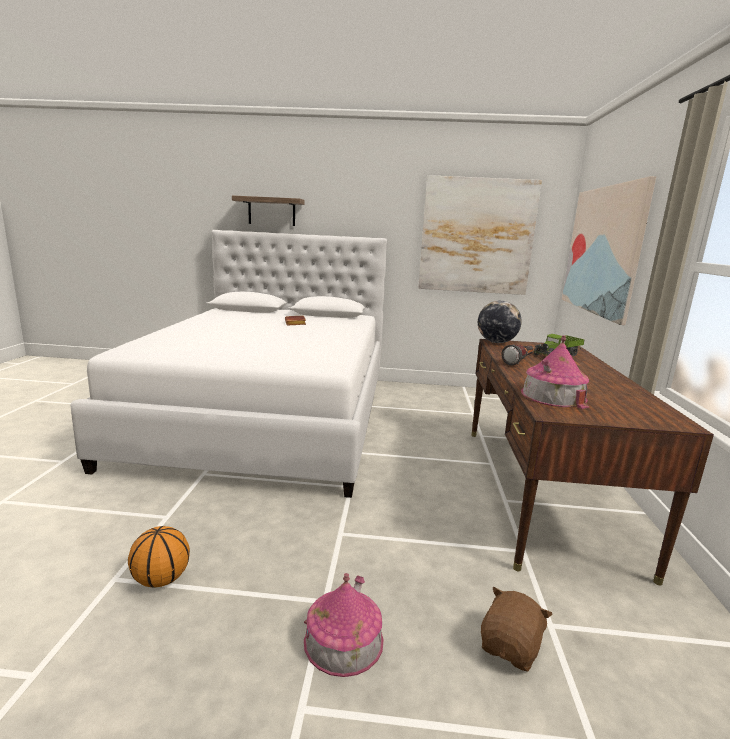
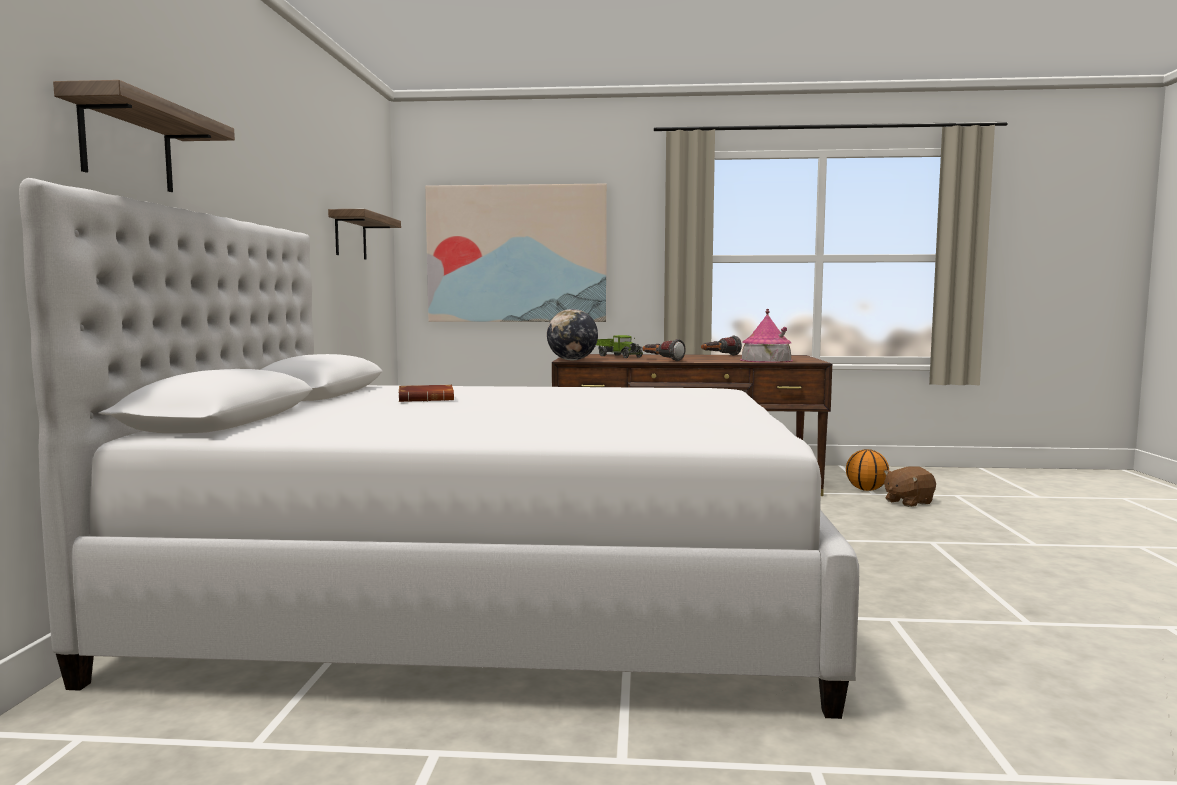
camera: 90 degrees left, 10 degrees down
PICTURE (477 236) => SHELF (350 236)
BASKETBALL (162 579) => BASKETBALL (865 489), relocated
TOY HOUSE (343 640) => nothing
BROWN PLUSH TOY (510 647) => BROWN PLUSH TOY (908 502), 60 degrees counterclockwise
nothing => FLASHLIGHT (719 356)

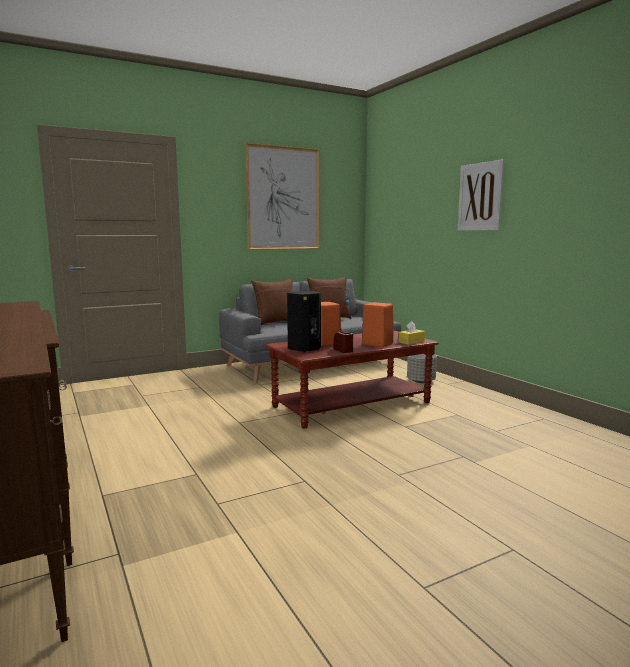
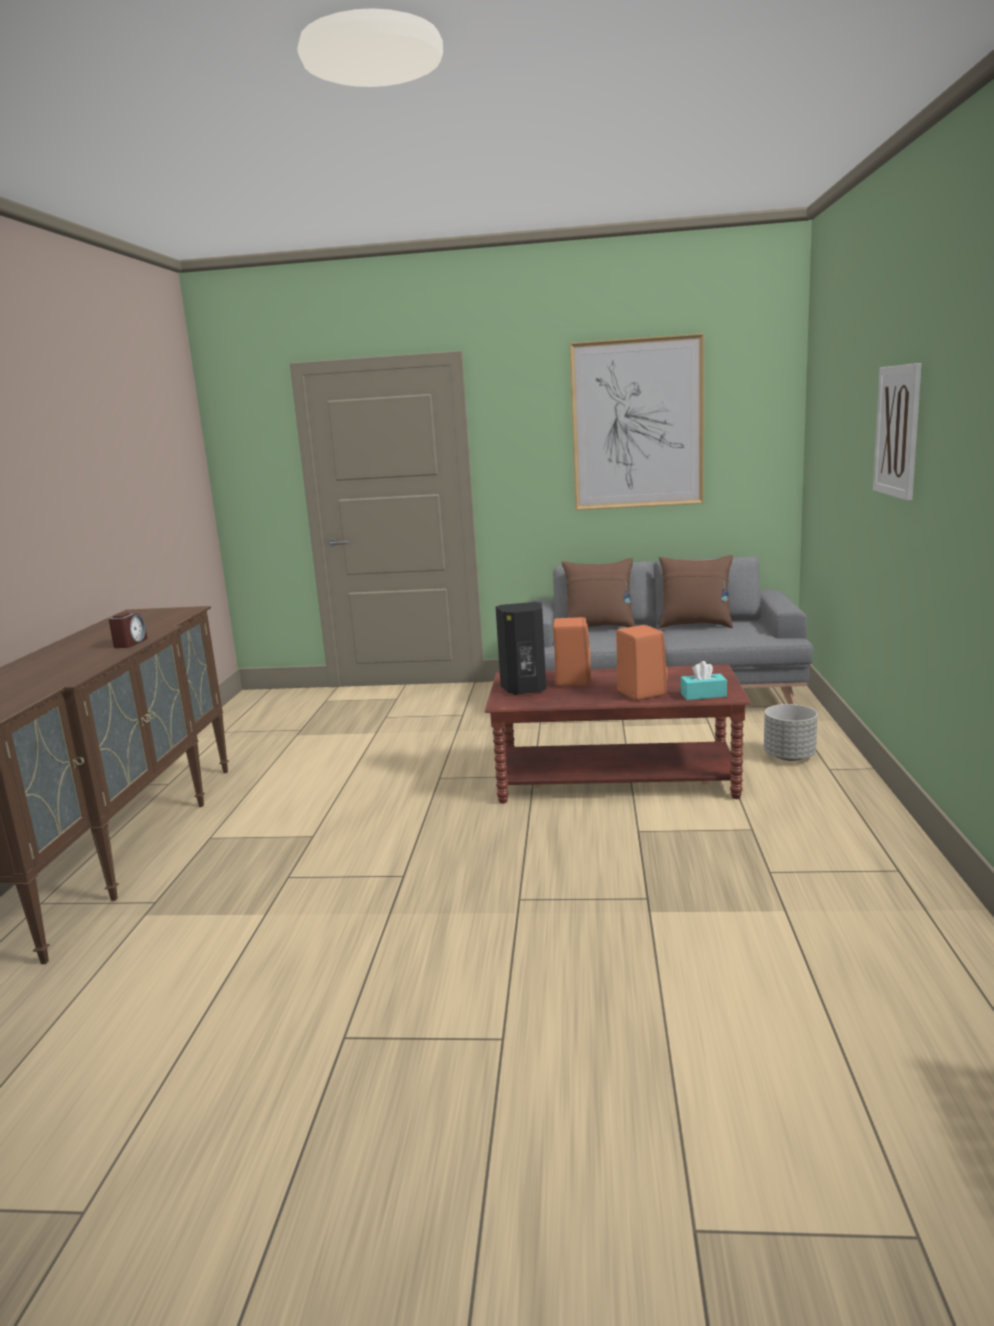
camera: 35 degrees right, 5 degrees up
YELLOW TISSUE BOX (411 342) => TURQUOISE TISSUE BOX (703 695)
ALARM CLOCK (343 350) => ALARM CLOCK (130 643), relocated

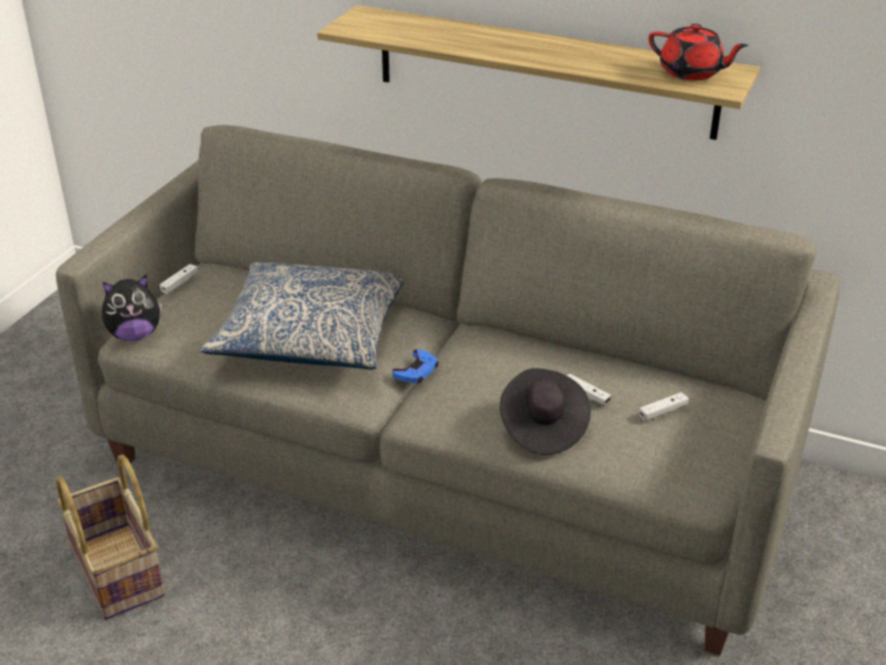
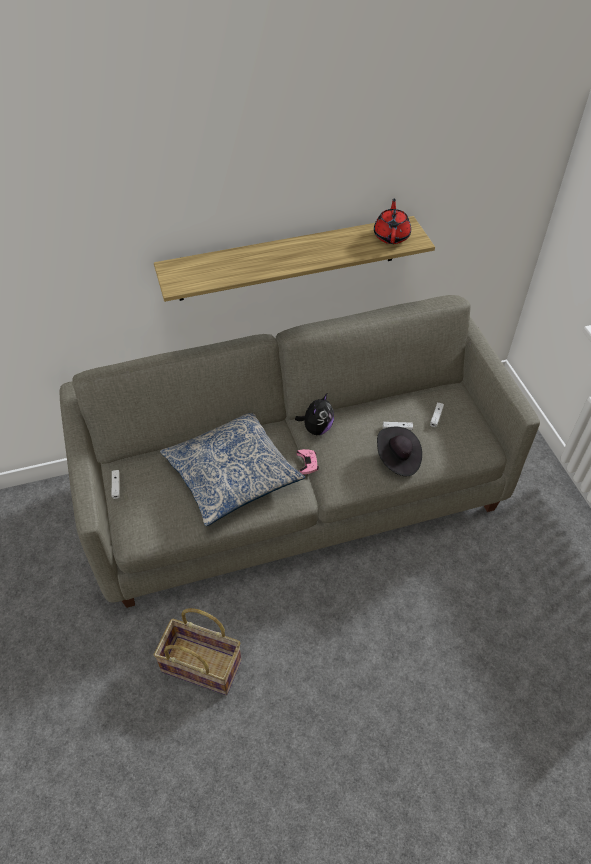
camera: 40 degrees left, 15 degrees up
RED TEAPOT (691 73) => RED TEAPOT (391 236), 75 degrees counterclockwise
PLUSH TOY (135 335) => PLUSH TOY (316 428), relocated
BLUE GAME CONTROLLER (416 371) => PINK GAME CONTROLLER (307 463)

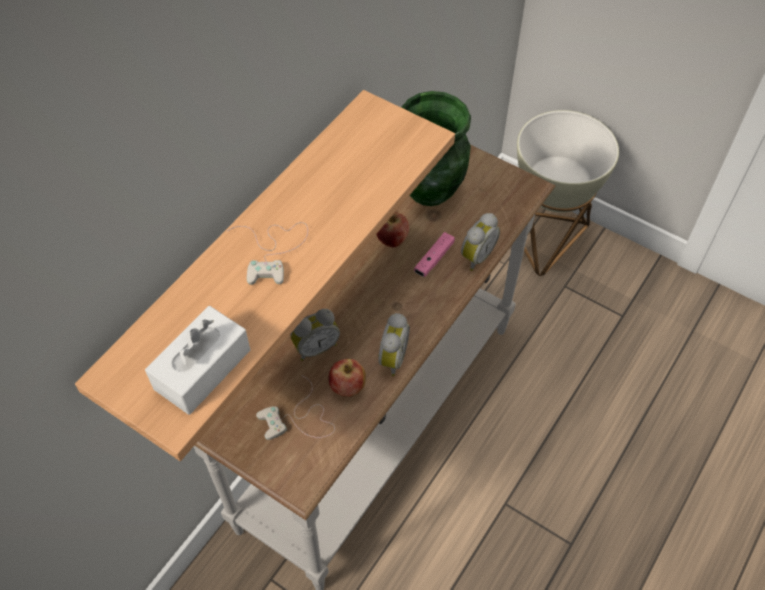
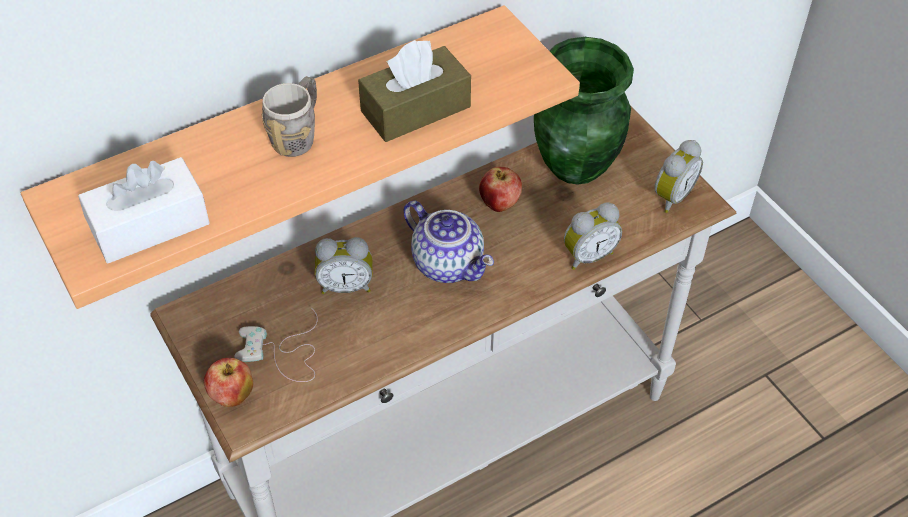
camera: 25 degrees right, 5 degrees down
PLANTER (546 236) => nothing
WHITE GAME CONTROLLER (273 250) => GREY MUG (298 135)
PINK GAME CONTROLLER (434 259) => nothing
ALARM CLOCK (390 358) => ALARM CLOCK (670 196), relocated
APPLE (347 387) => APPLE (232 396), relocated
nothing => BROWN TISSUE BOX (415 109)
nothing => TEAPOT (449 263)

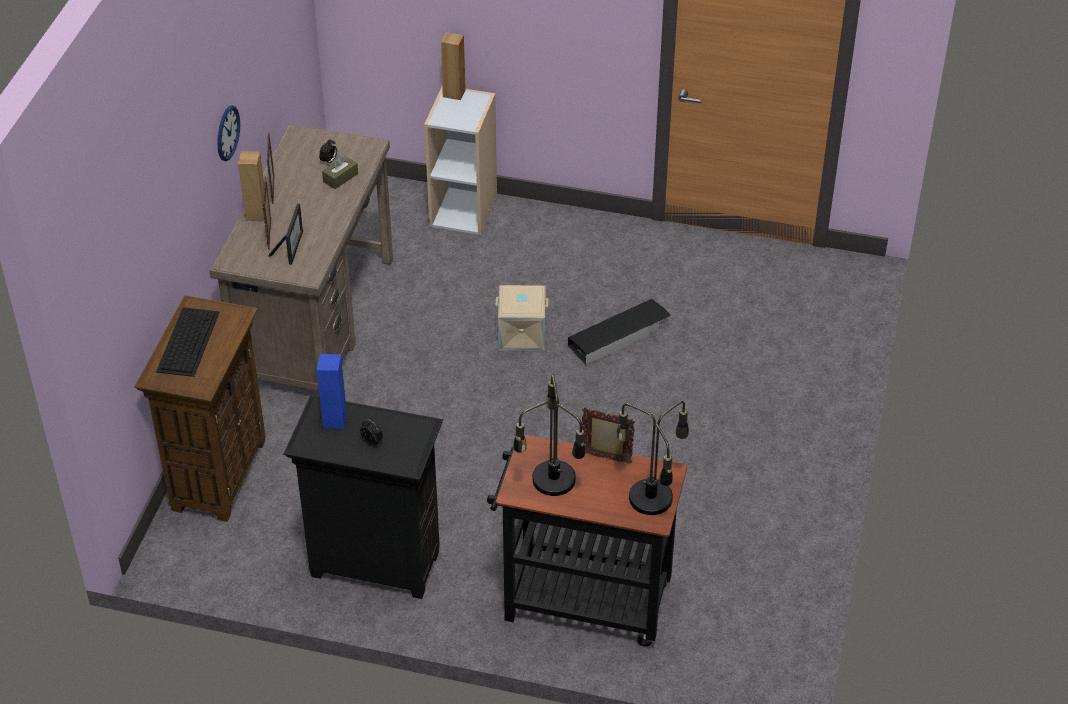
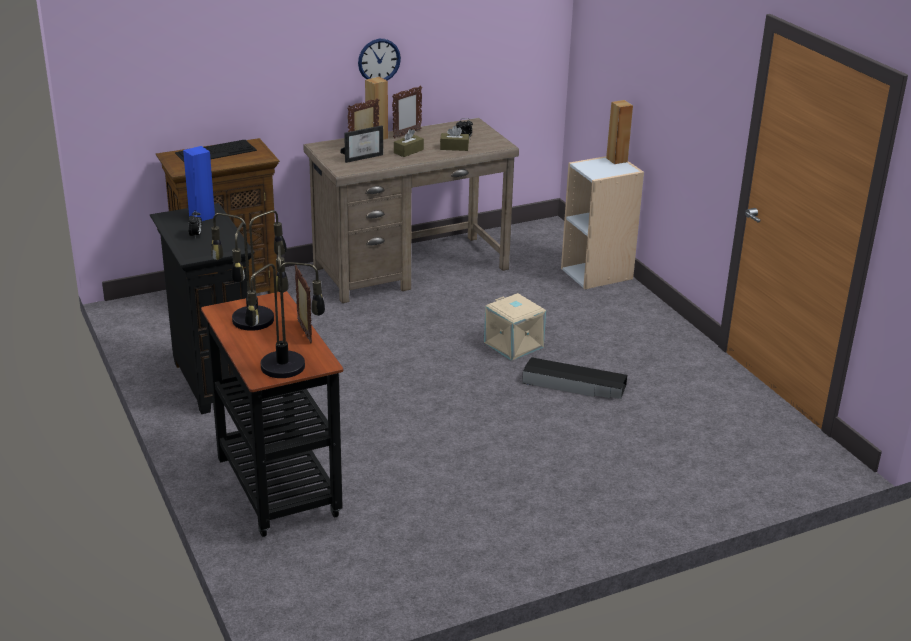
camera: 50 degrees right, 15 degrees down
nothing => BROWN TISSUE BOX (408 151)

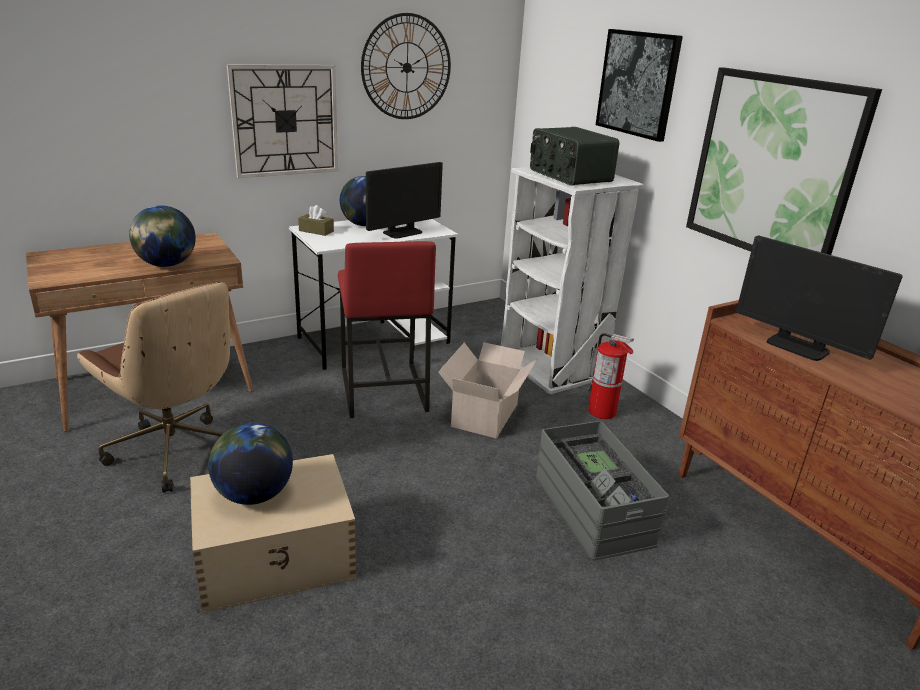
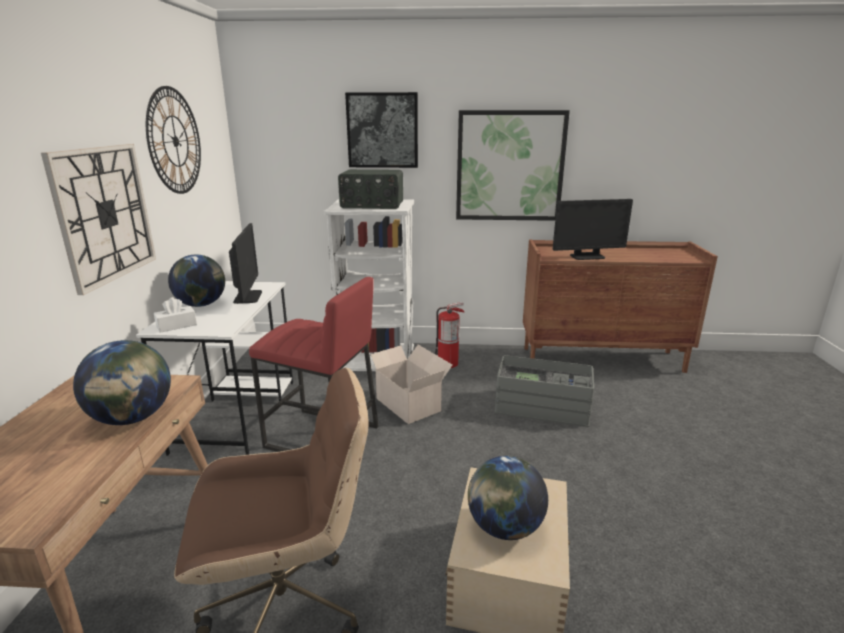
camera: 55 degrees left, 5 degrees down
BROWN TISSUE BOX (316 231) => WHITE TISSUE BOX (176 325)

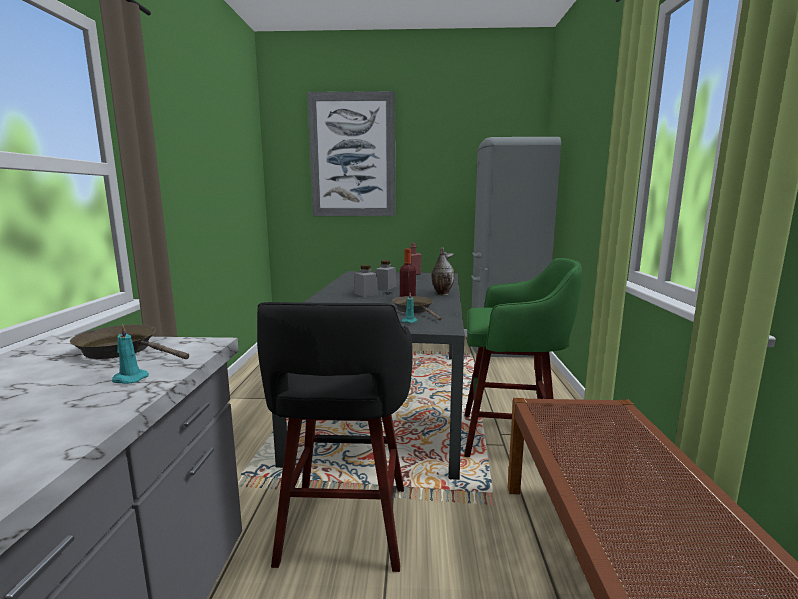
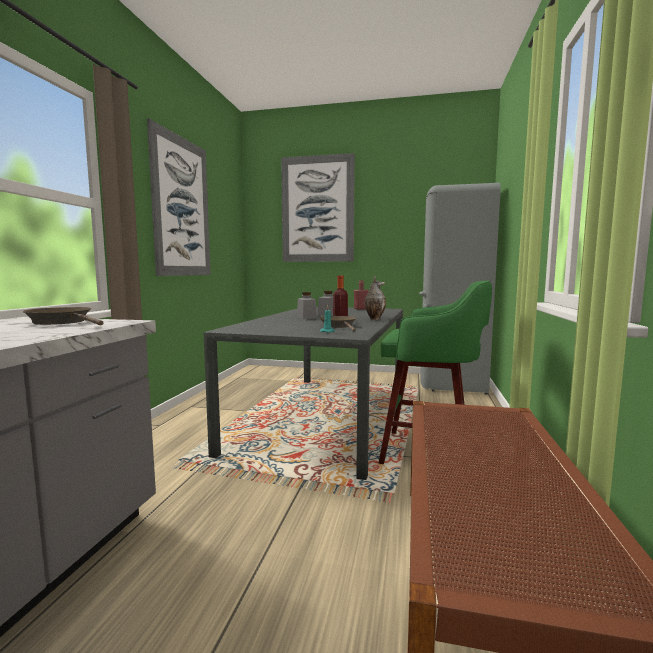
camera: 10 degrees right, 5 degrees down
BLACK STOOL (344 527) => nothing
TURQUOISE CANDLE (129 379) => nothing
nothing => PICTURE (181 207)

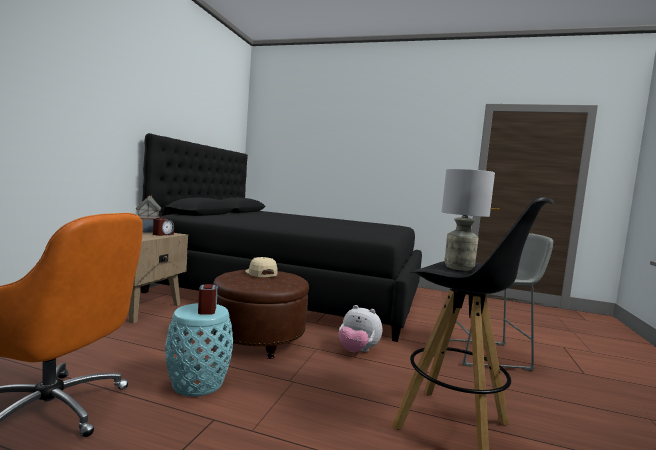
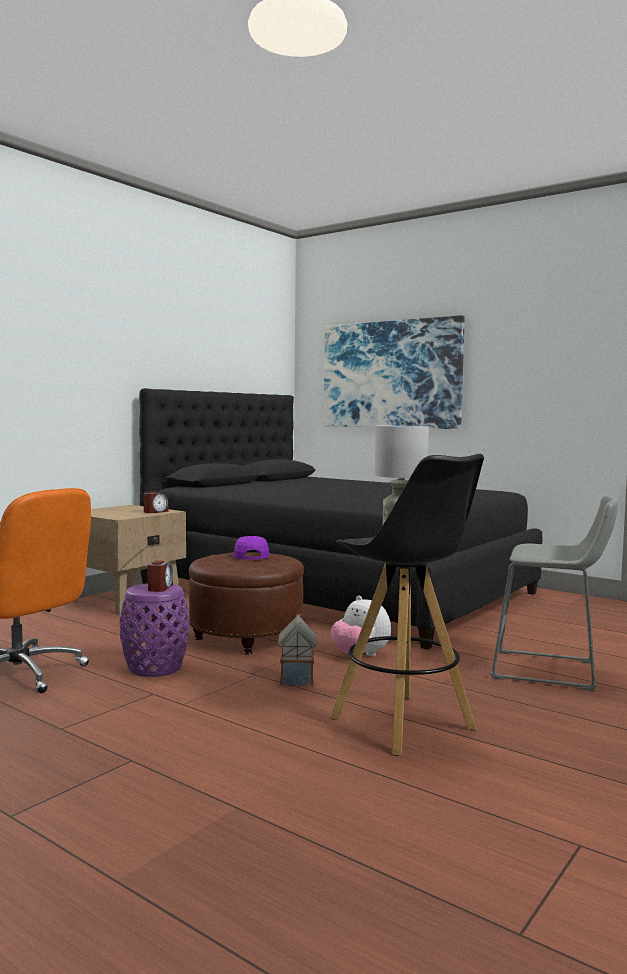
camera: 20 degrees right, 0 degrees up
TOY HOUSE (148 231) => TOY HOUSE (297 680), relocated
BEIGE CAP (261 273) => PURPLE CAP (250 555)
TURQUOISE STOOL (197 383) => PURPLE STOOL (155 668)
nothing => PICTURE (390 374)

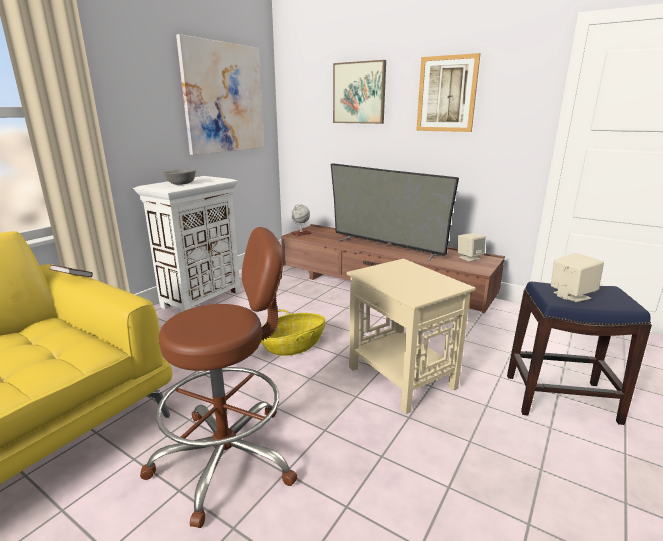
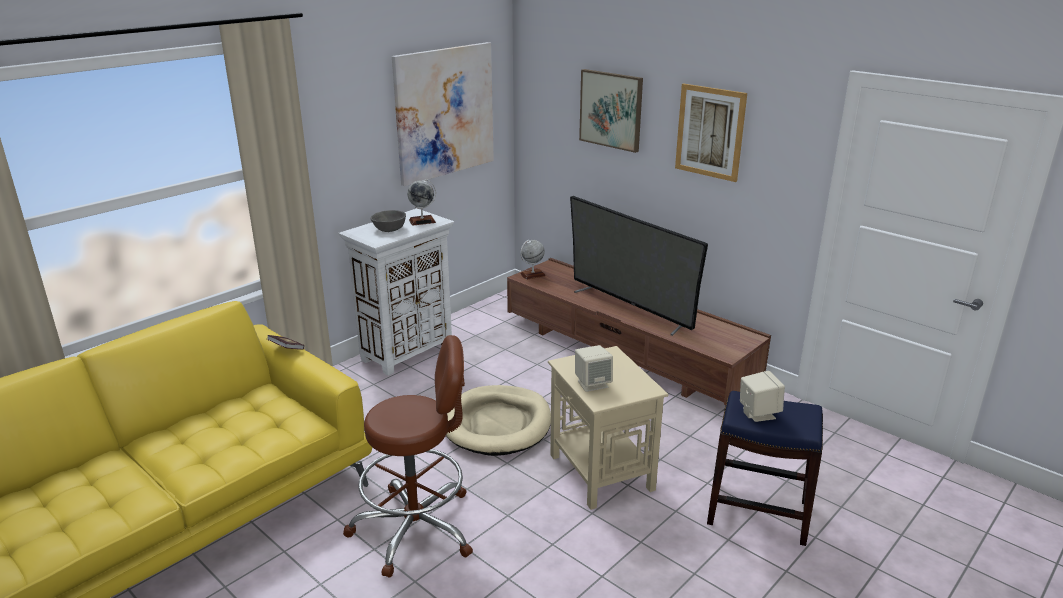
camera: 10 degrees right, 5 degrees up
BEIGE SPEAKER (469 258) => BEIGE SPEAKER (592 384), relocated
BASKET (293 346) => BEIGE DOG BED (498 424)
nothing => GLOBE (422 221)

